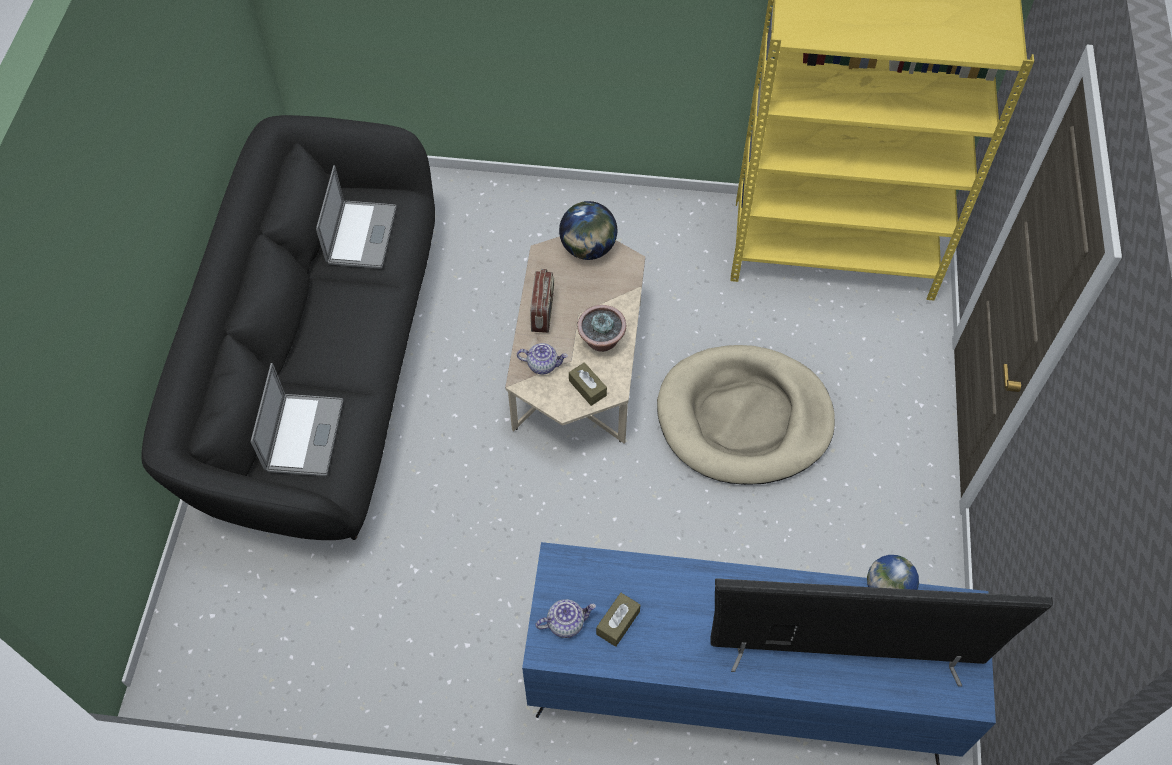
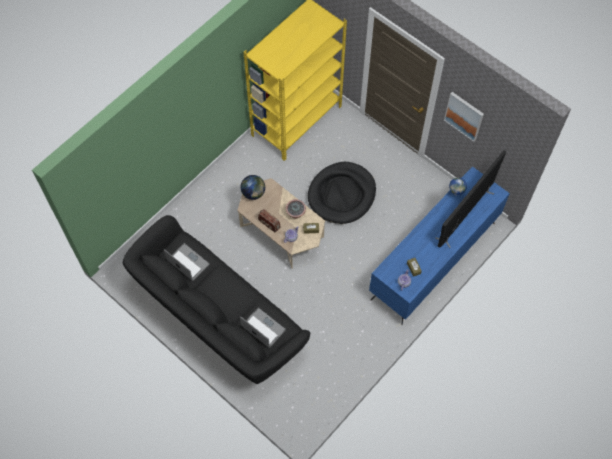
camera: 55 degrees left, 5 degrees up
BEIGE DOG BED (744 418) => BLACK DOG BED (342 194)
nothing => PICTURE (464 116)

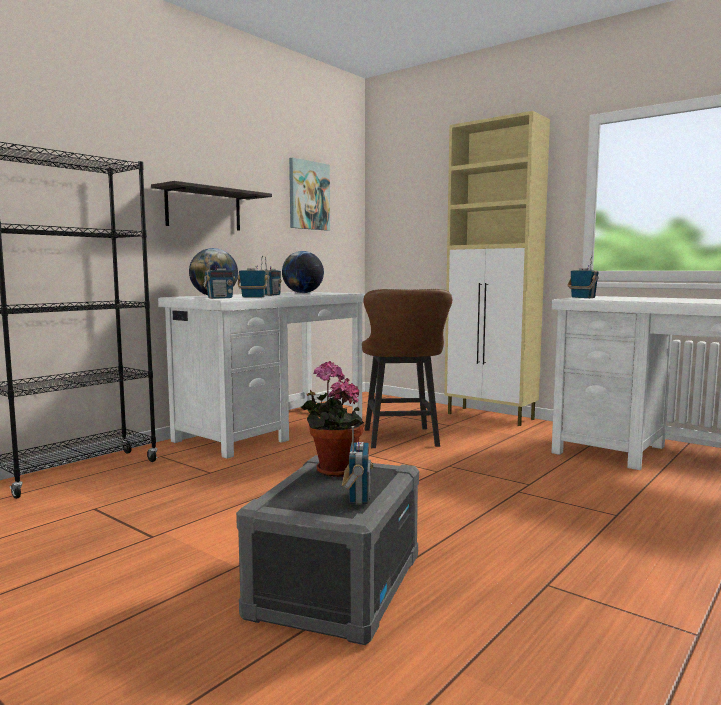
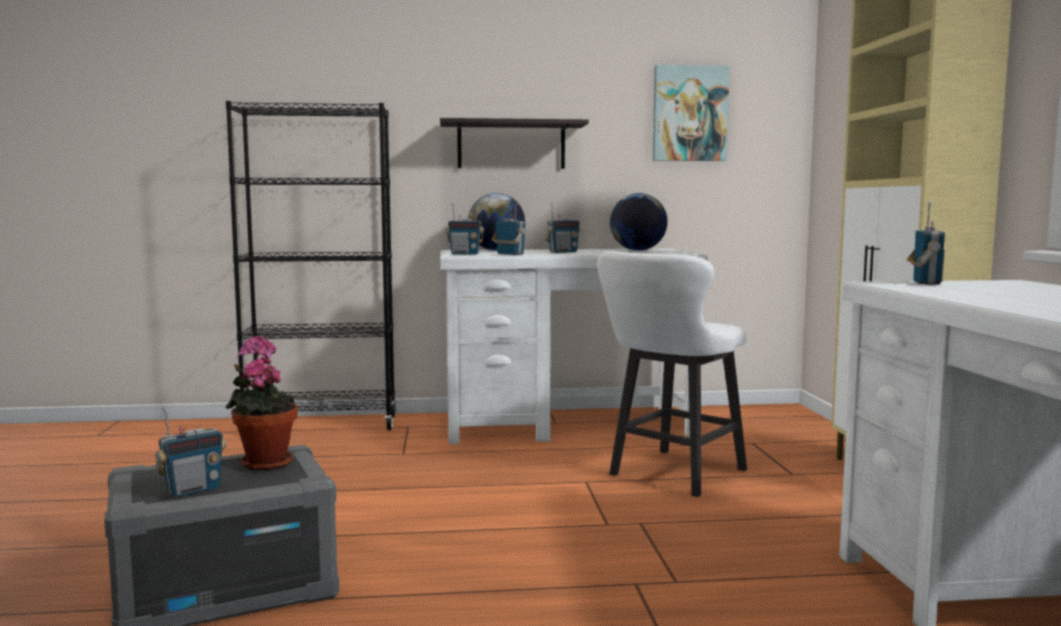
camera: 45 degrees right, 0 degrees up
BROWN STOOL (402 440) => WHITE STOOL (669 476)

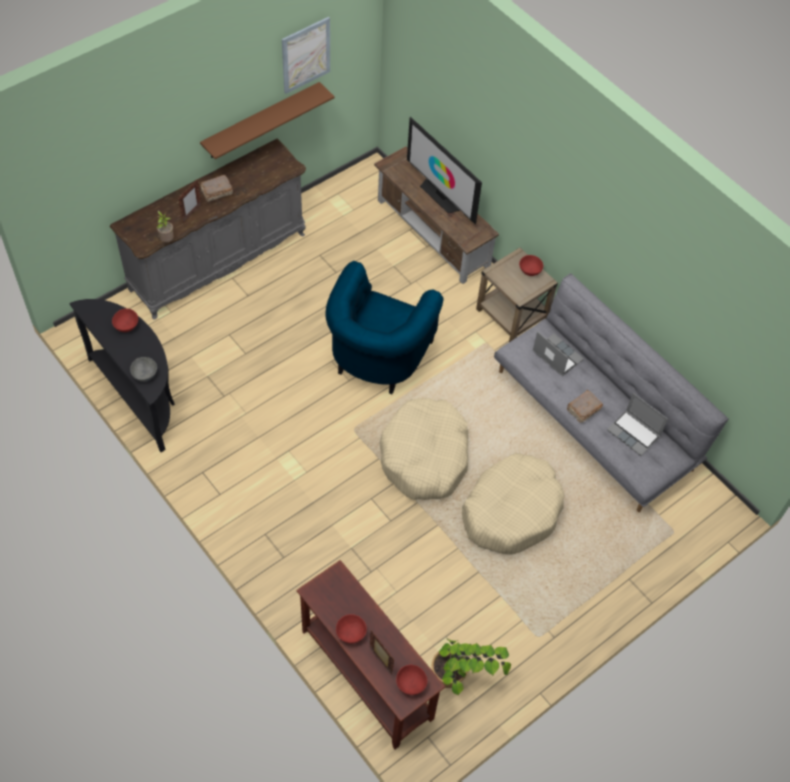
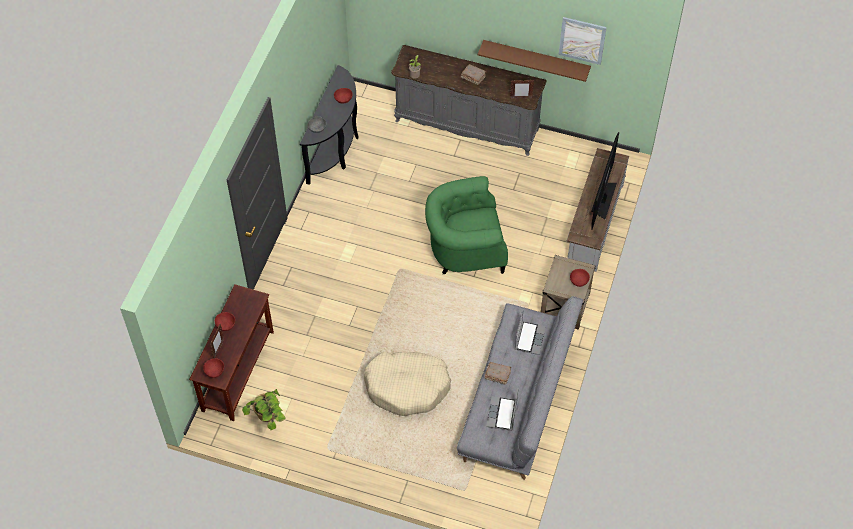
camera: 60 degrees right, 0 degrees up
PICTURE FRAME (191 214) => PICTURE FRAME (520 98), relocated
BLUE ARMCHAIR (378 358) => GREEN ARMCHAIR (465 251)
BEIGE DOG BED (425 457) => nothing

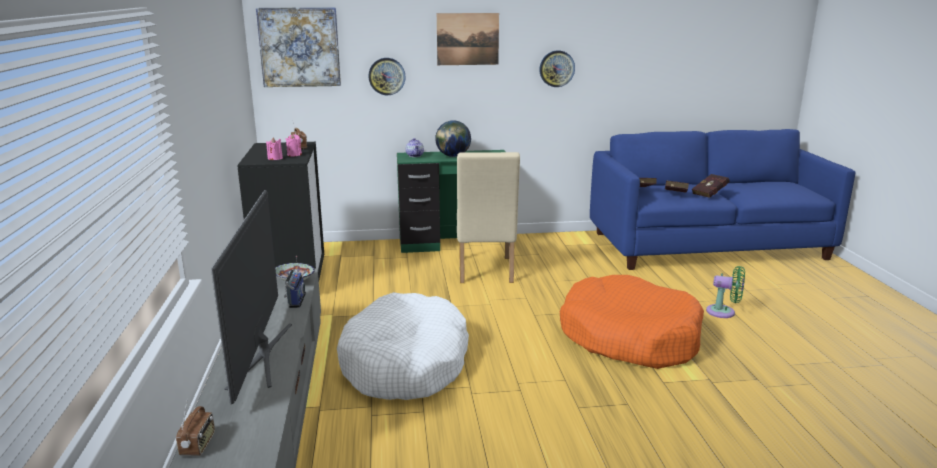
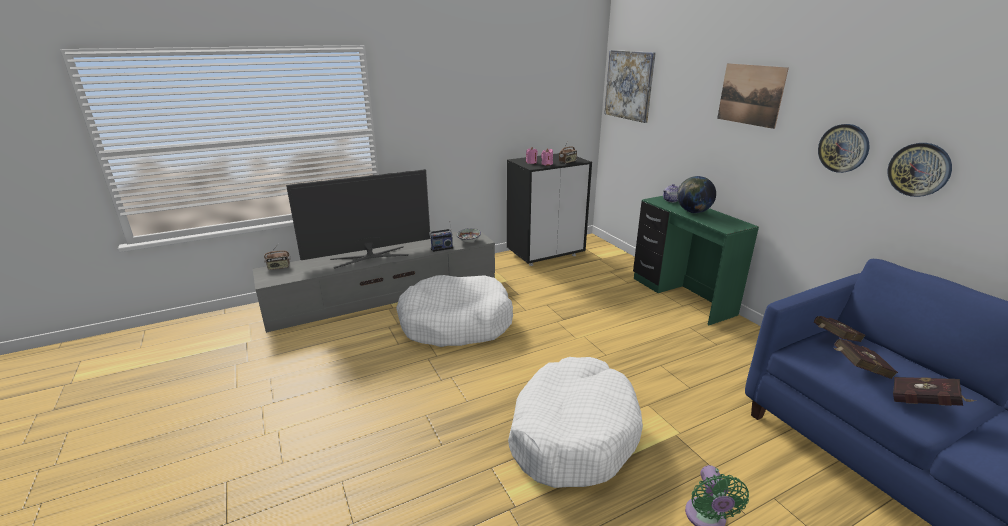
camera: 70 degrees right, 5 degrees up
WALL CLOCK (387 76) => WALL CLOCK (919 169), relocated
BEIGE CHAIR (485 272) => nothing
ORANGE DOG BED (629 337) => WHITE DOG BED (572 433)

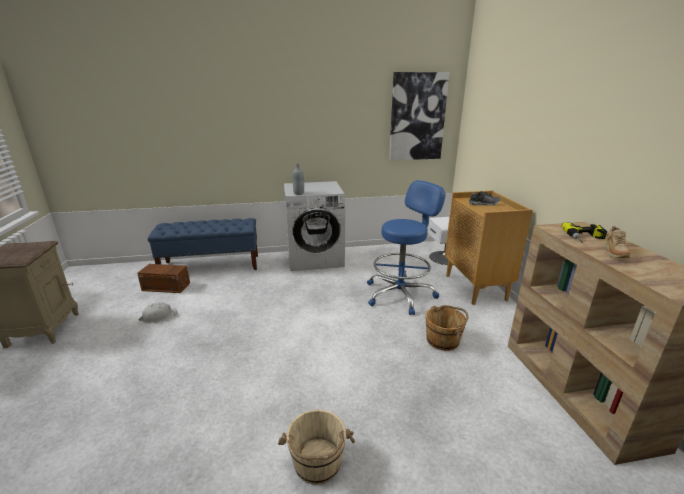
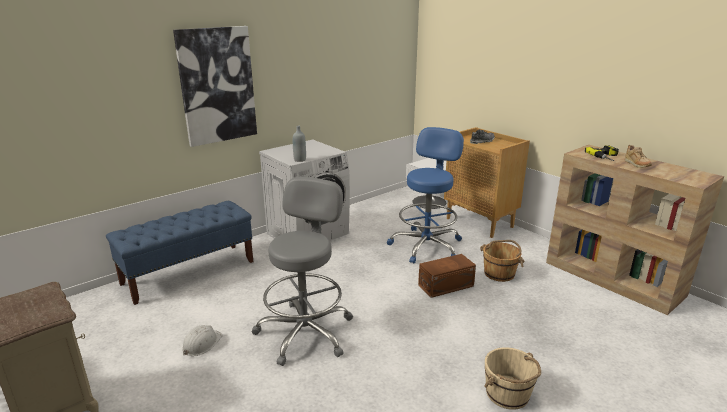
camera: 30 degrees left, 0 degrees up
PICTURE (417 117) => PICTURE (217 85), relocated
BROWN STORAGE BOX (166 287) => BROWN STORAGE BOX (447 286), relocated
nothing => GREY STOOL (305 331)

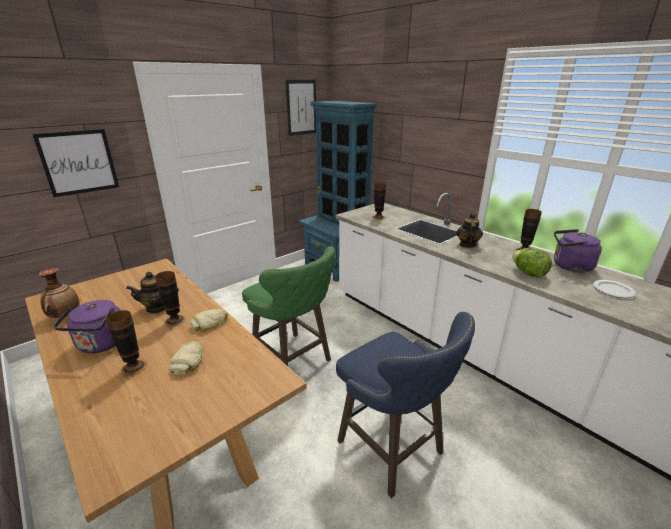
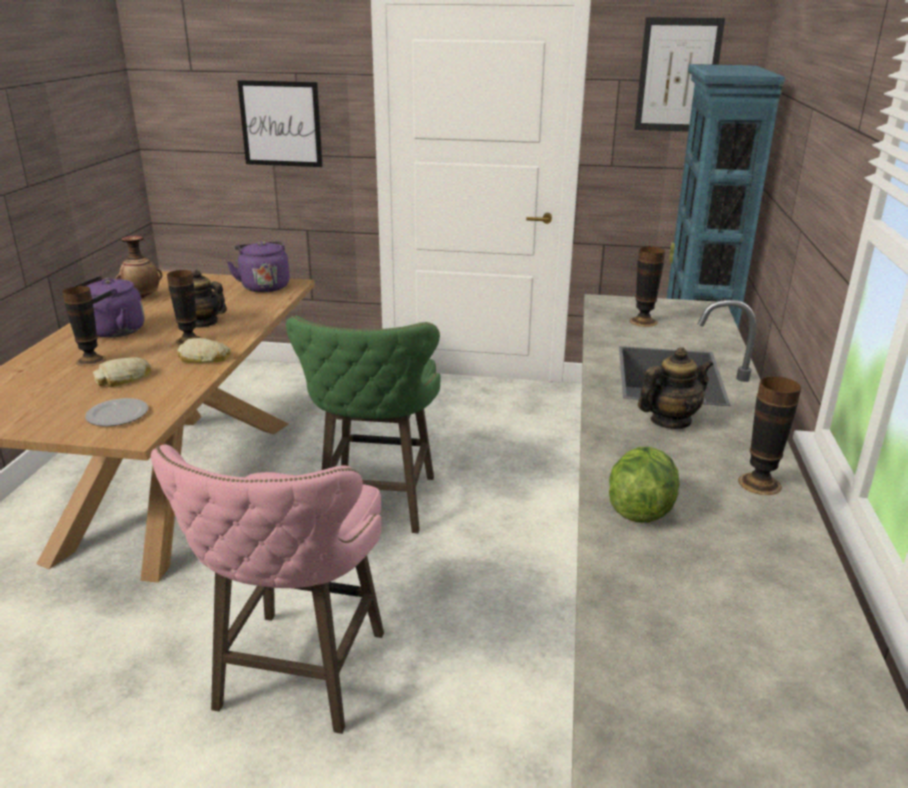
camera: 50 degrees right, 0 degrees up
PURPLE KETTLE (569 266) => PURPLE KETTLE (264 286), relocated
PLATE (613 290) => PLATE (118 415), relocated
BLUE STOOL (393 450) => PINK STOOL (298 676)

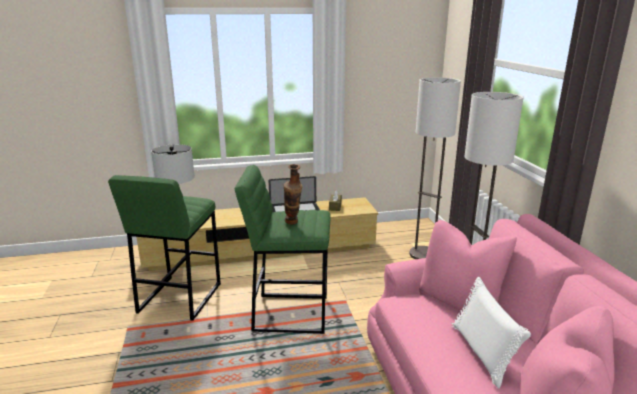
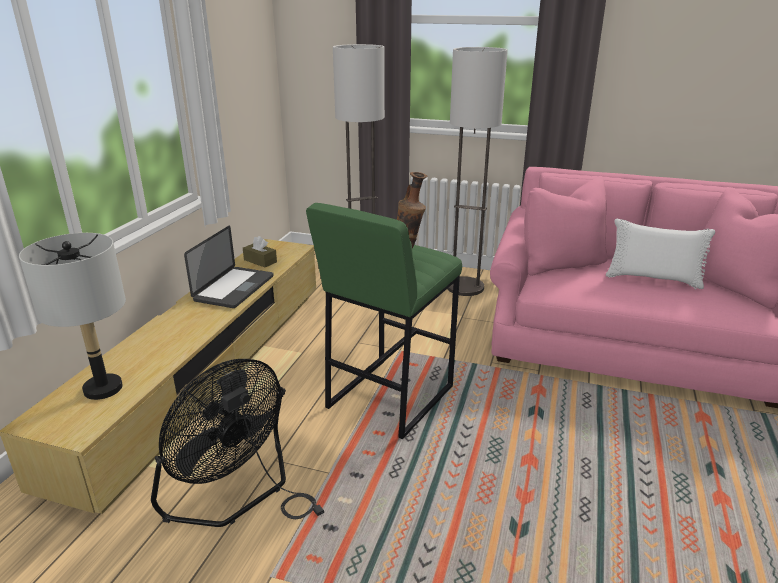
camera: 60 degrees left, 5 degrees up
GREEN STOOL (179 299) => BLACK FAN (247 492)

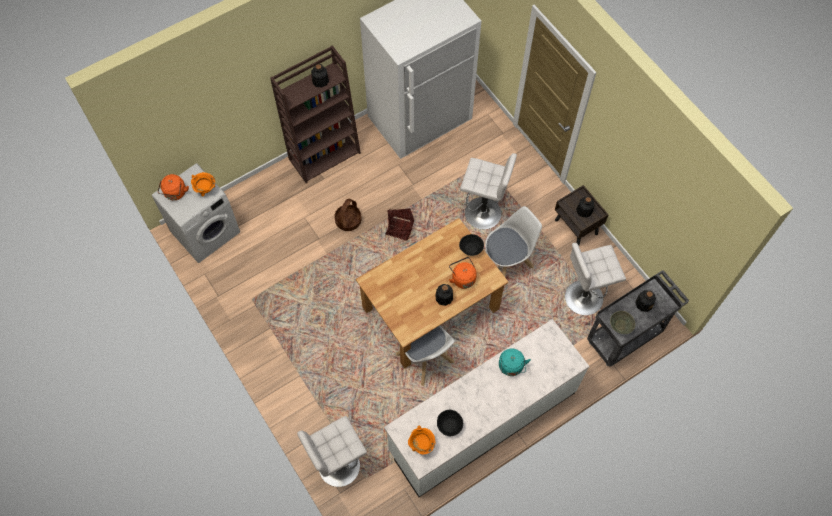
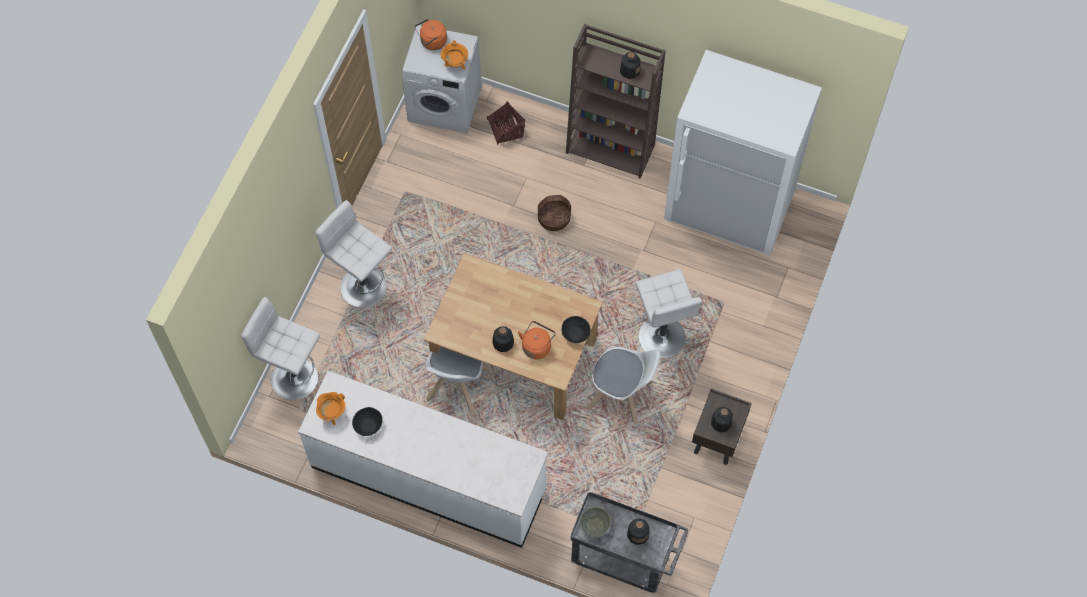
camera: 55 degrees right, 0 degrees up
BASKET (399 228) => BASKET (506 130), relocated
WHITE STOOL (583 297) => WHITE STOOL (363 286), relocated
TURQUOISE KETTLE (511 367) => nothing

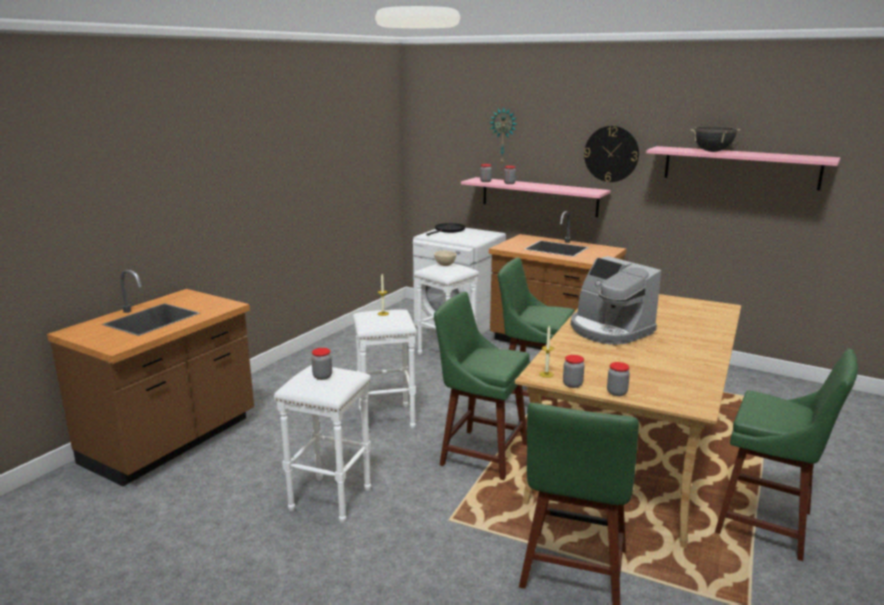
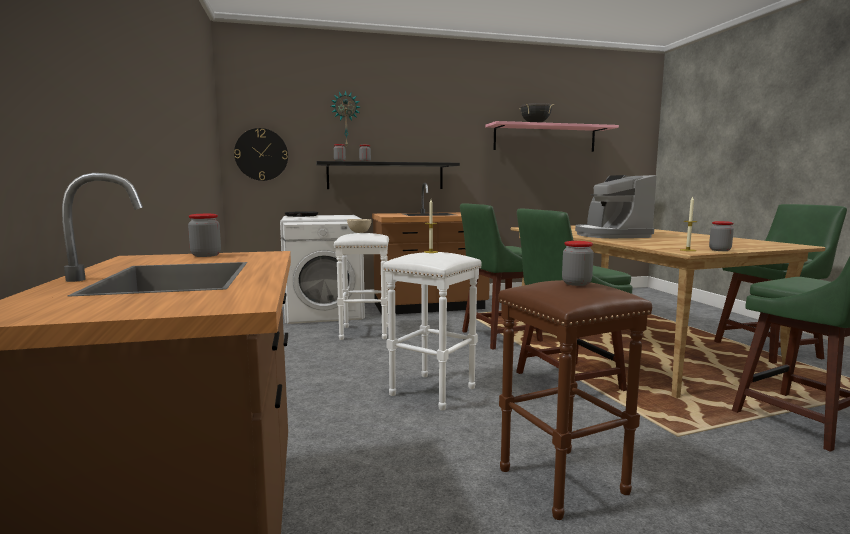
camera: 45 degrees left, 10 degrees down
WALL CLOCK (611 154) => WALL CLOCK (261 154), relocated
PINK SHELF (539 196) => BLACK SHELF (386 176)
COFFEE MACHINE (609 330) => COFFEE MACHINE (610 235), 75 degrees clockwise
JAR (617 392) => JAR (206 255), relocated
WHITE STOOL (330 498) => BROWN STOOL (559 480)

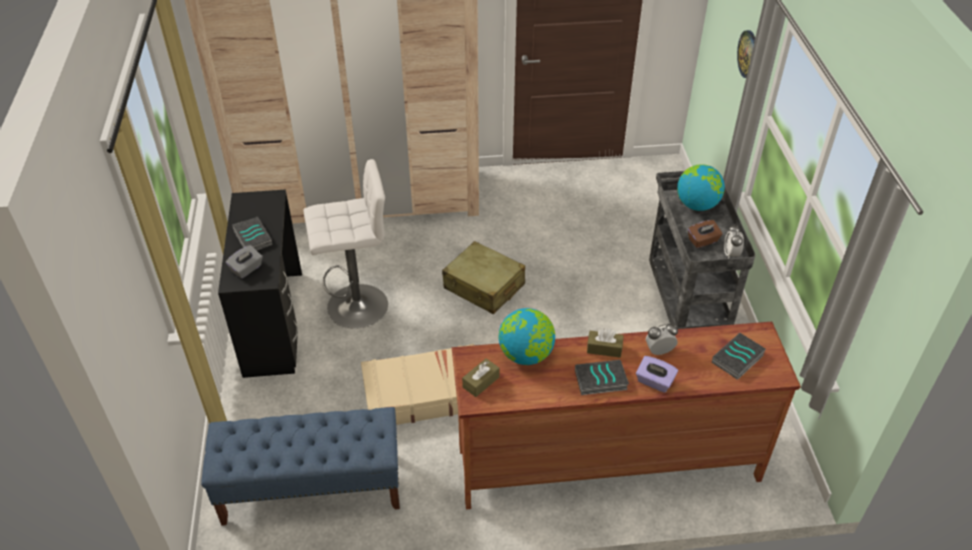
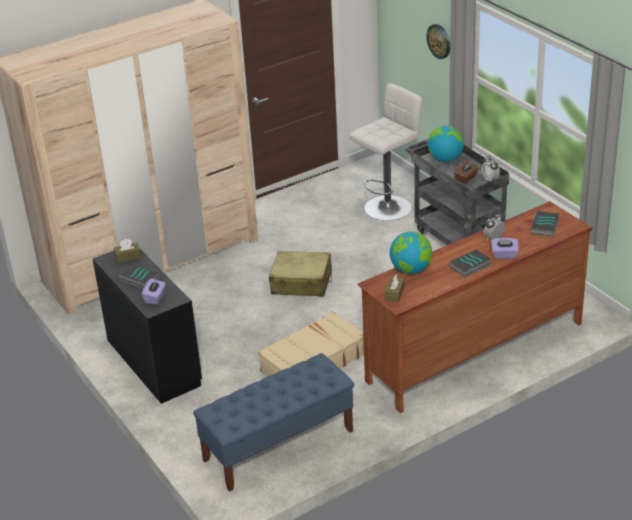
camera: 25 degrees left, 10 degrees down
WHITE STOOL (358 306) => WHITE STOOL (388 208), relocated
GREY TISSUE BOX (247 269) => PURPLE TISSUE BOX (155 298)
BROWN TISSUE BOX (604 348) => BROWN TISSUE BOX (128 256), relocated

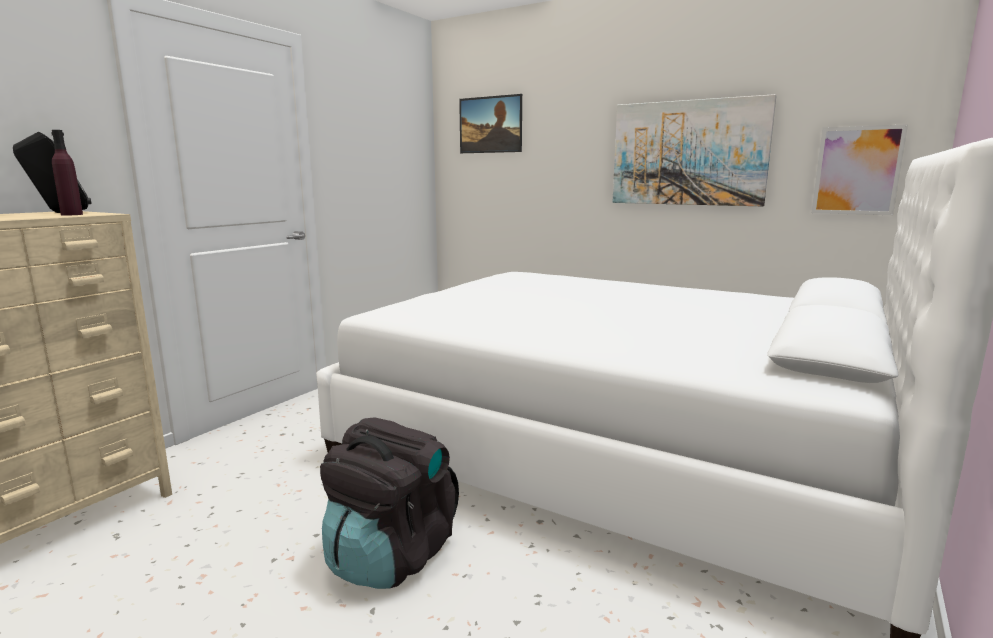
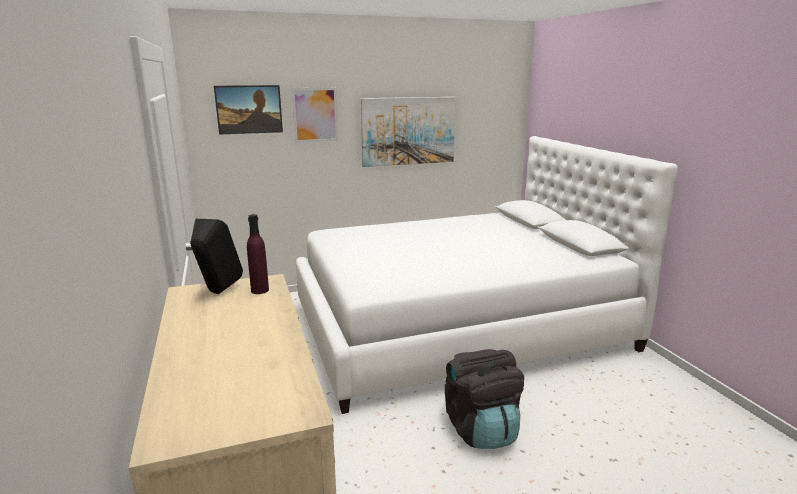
camera: 50 degrees left, 5 degrees up
PICTURE (857 170) => PICTURE (315 115), relocated

